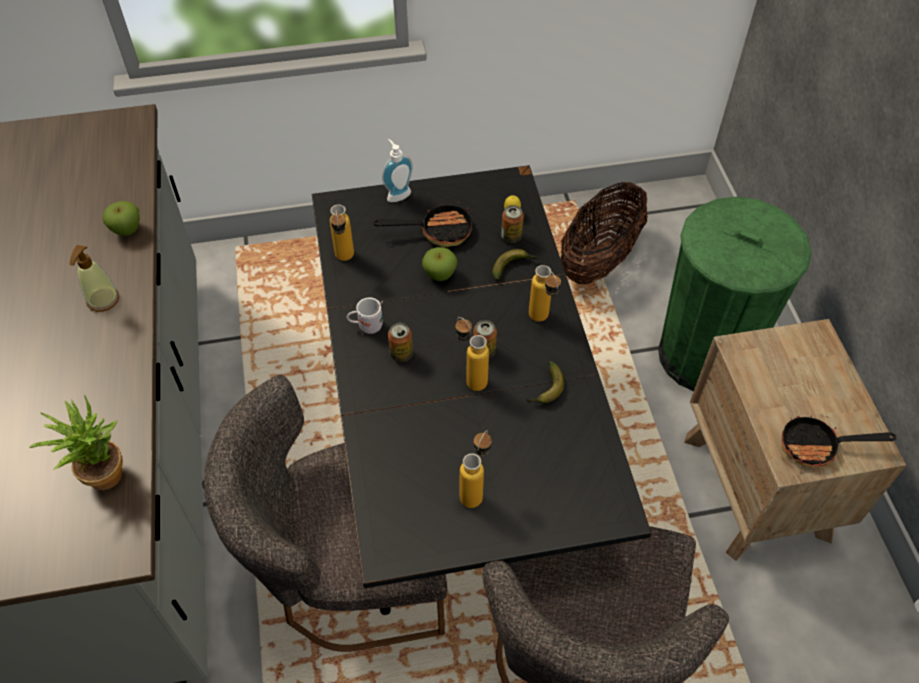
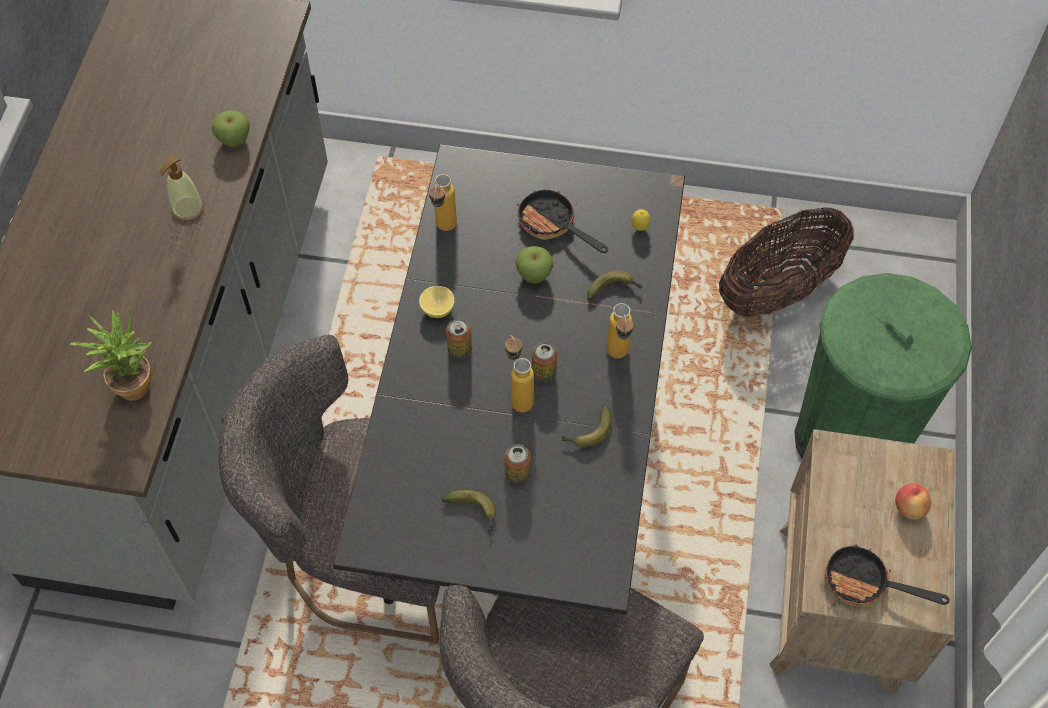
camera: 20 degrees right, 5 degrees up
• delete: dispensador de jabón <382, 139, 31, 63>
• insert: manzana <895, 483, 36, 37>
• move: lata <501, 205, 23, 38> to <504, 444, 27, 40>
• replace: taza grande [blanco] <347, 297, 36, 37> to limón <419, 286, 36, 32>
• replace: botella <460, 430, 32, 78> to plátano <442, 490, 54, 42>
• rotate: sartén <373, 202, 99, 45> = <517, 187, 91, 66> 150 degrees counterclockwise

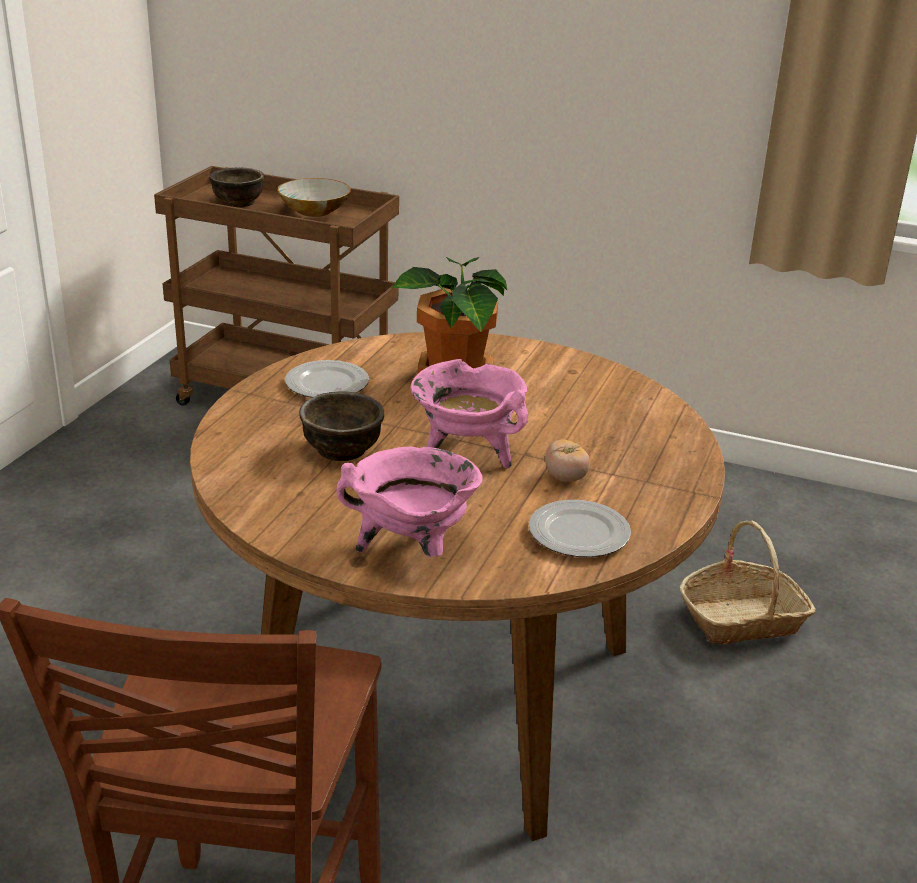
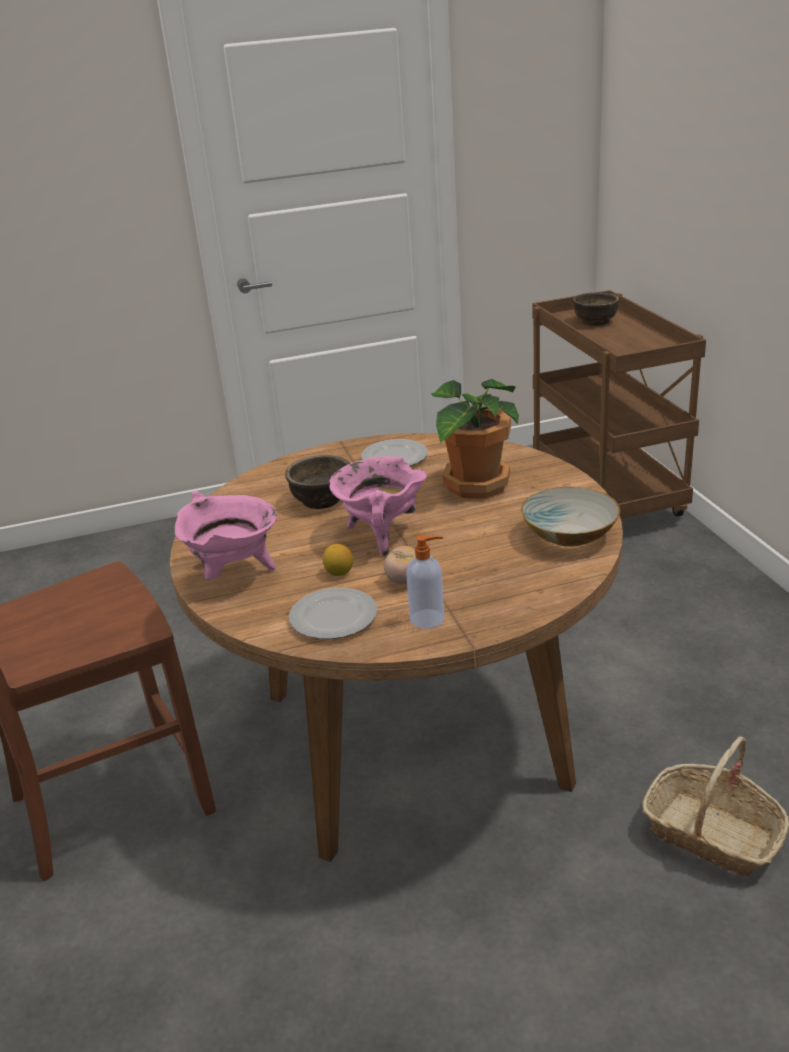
camera: 55 degrees right, 0 degrees up
• insert: limón <322, 544, 31, 32>
• insert: dispensador de jabón <406, 535, 38, 94>
• move: cuenco <277, 178, 74, 39> to <521, 487, 99, 60>

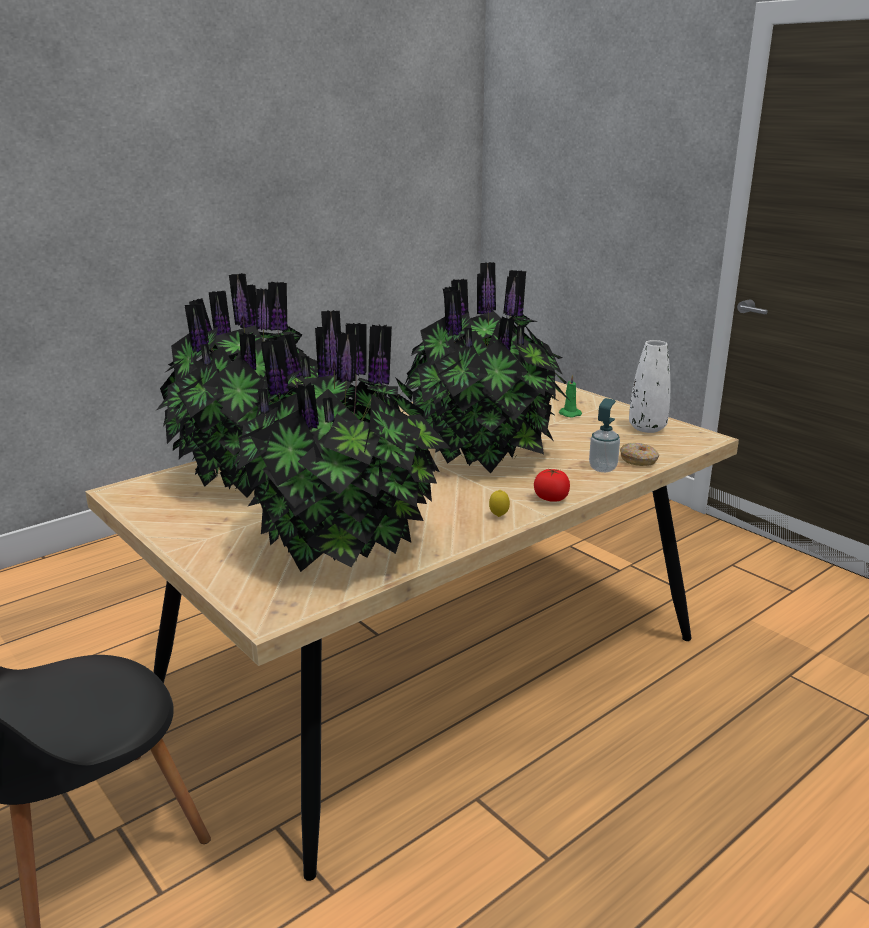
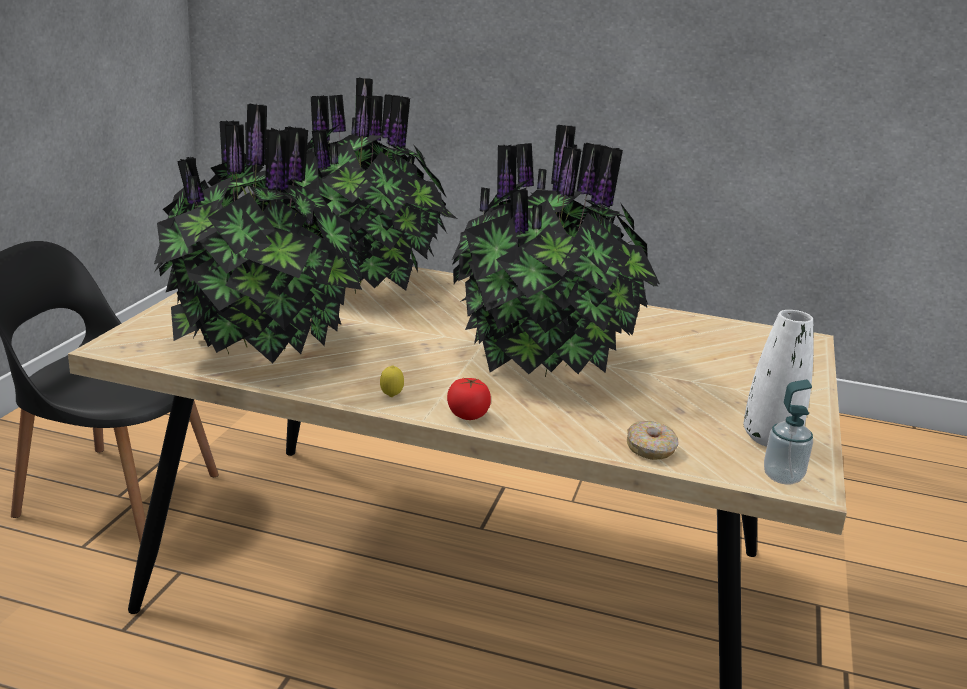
camera: 55 degrees right, 0 degrees up
• delete: vela [verde] <559, 374, 23, 43>
• move: dispensador de jabón <589, 398, 31, 74> to <764, 380, 49, 105>

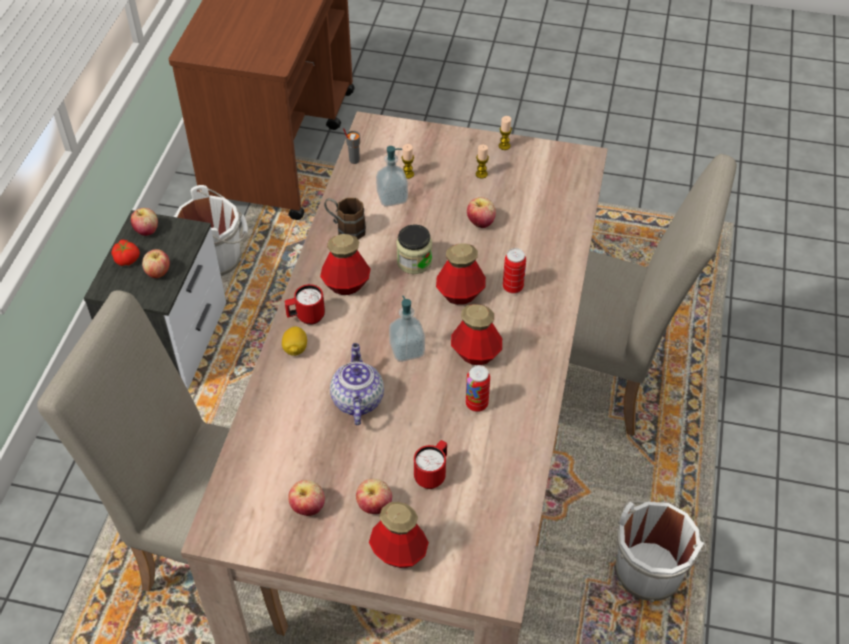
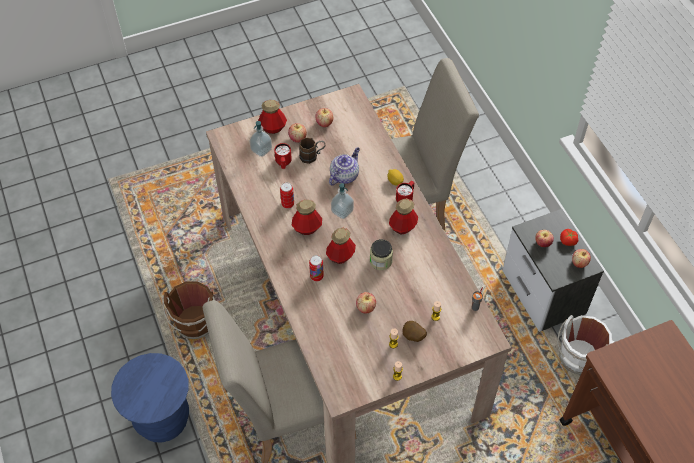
camera: 145 degrees right, 5 degrees up
• insert: taburete [azul] <111, 353, 78, 89>
• insert: patata <402, 321, 25, 21>
• move: taza grande [marrón] <324, 198, 42, 42> to <299, 137, 26, 27>
• move: dispensador de jabón <376, 146, 32, 61> to <250, 121, 22, 36>
• recolor: cubo [blanco] <615, 501, 92, 102> to cubo [marrón] <162, 281, 53, 58>
• rotate: tetera <330, 343, 54, 82> = <329, 148, 31, 37> 105 degrees counterclockwise

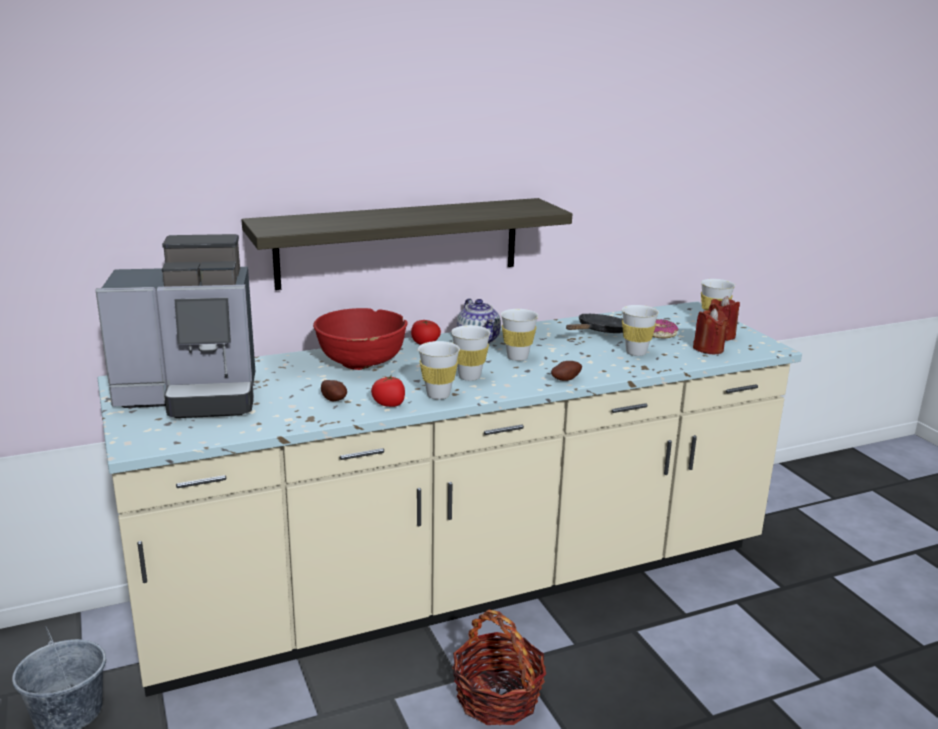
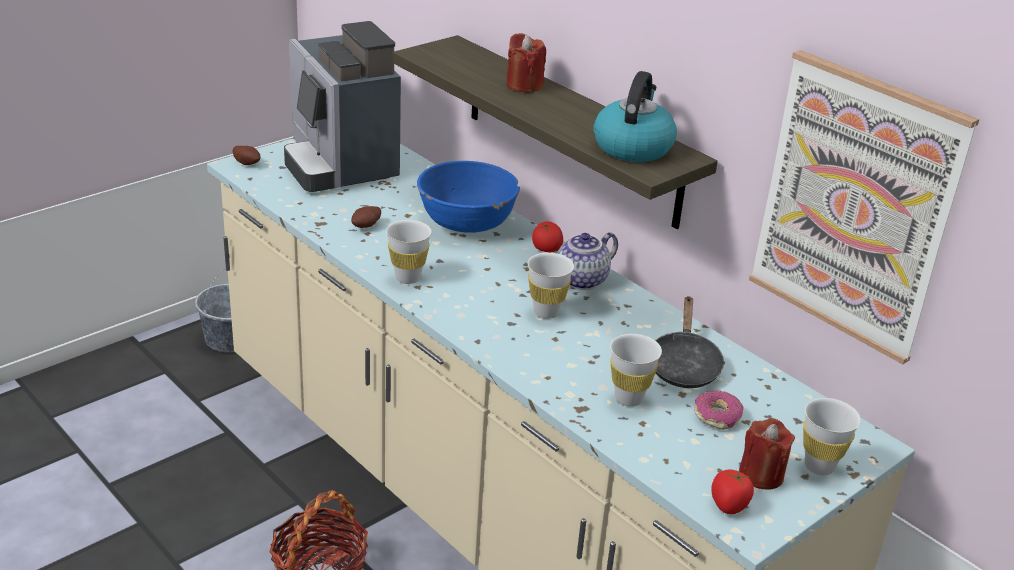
camera: 70 degrees right, 10 degrees up
• delete: taza [blanco] <451, 325, 40, 56>
• insert: hervidor <594, 71, 83, 91>
• insert: cuadro <749, 50, 230, 314>
• move: tomate <371, 375, 34, 32> to <711, 469, 43, 45>
• move: patata <551, 361, 31, 20> to <233, 146, 28, 19>
• move: vela [rojo] <693, 308, 36, 46> to <506, 33, 40, 60>
• recolor: cuenco [rojo] <313, 308, 95, 62> to cuenco [azul] <417, 161, 103, 72>
• rotate: sartén [negro] <566, 314, 57, 19> = <655, 296, 70, 92> 75 degrees clockwise

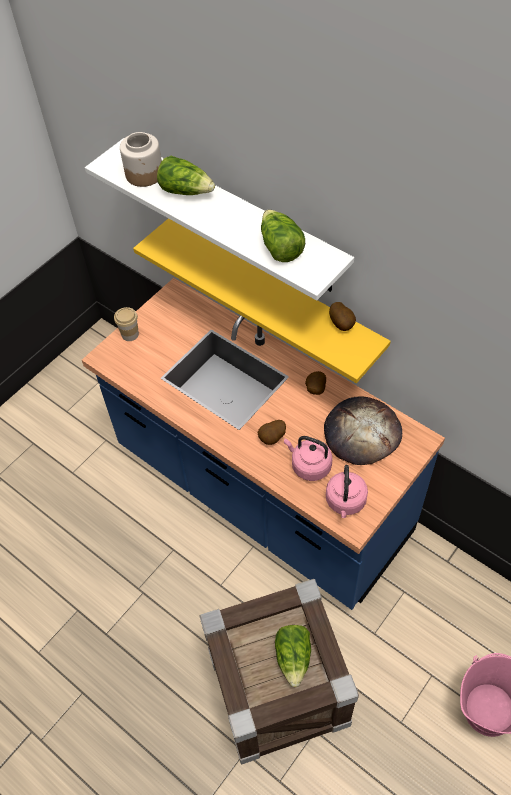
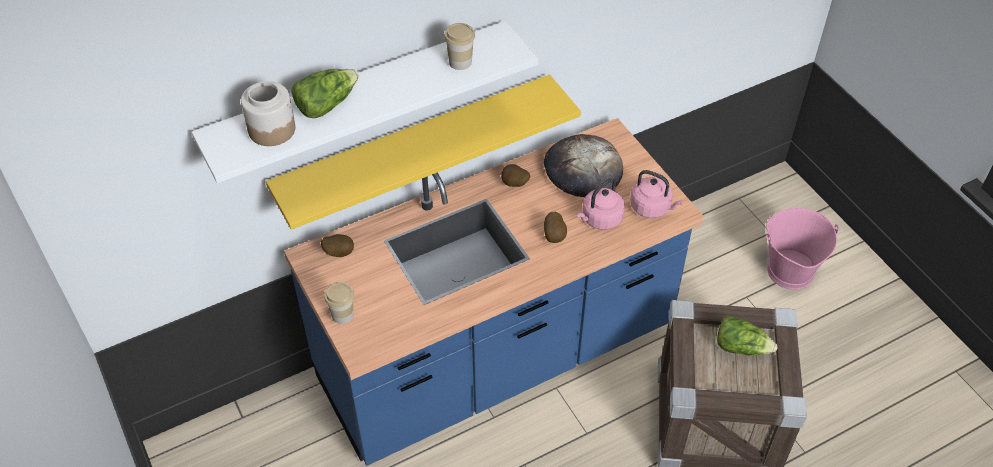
camera: 70 degrees left, 5 degrees down
• move: patata <329, 302, 27, 29> to <321, 234, 33, 23>
• replace: lechuga <261, 209, 44, 53> to taza <444, 23, 31, 47>

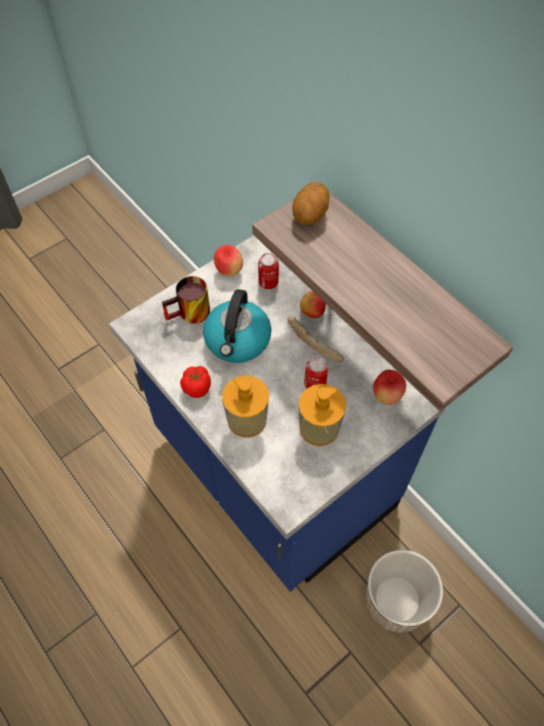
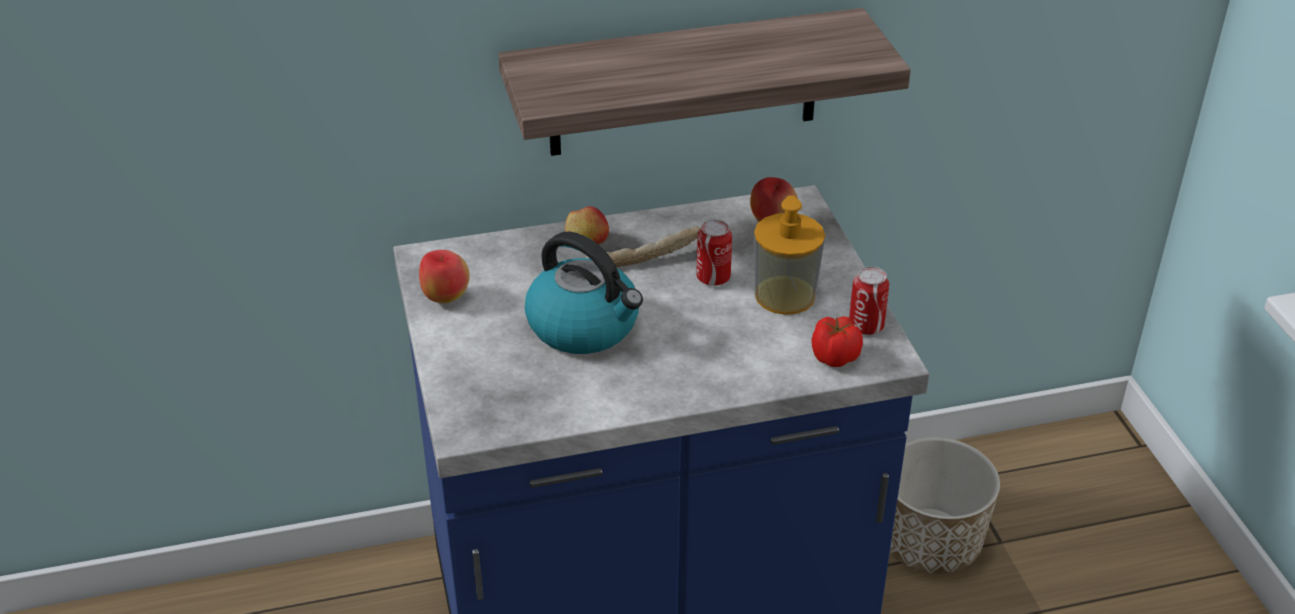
camera: 65 degrees left, 20 degrees down
• delete: taza grande <162, 276, 48, 48>
• delete: dispensador de jabón <222, 376, 47, 62>
• delete: patata <293, 182, 37, 43>
• move: tomate <180, 366, 31, 32> to <812, 316, 51, 51>
• move: lata <258, 253, 21, 36> to <849, 266, 40, 69>

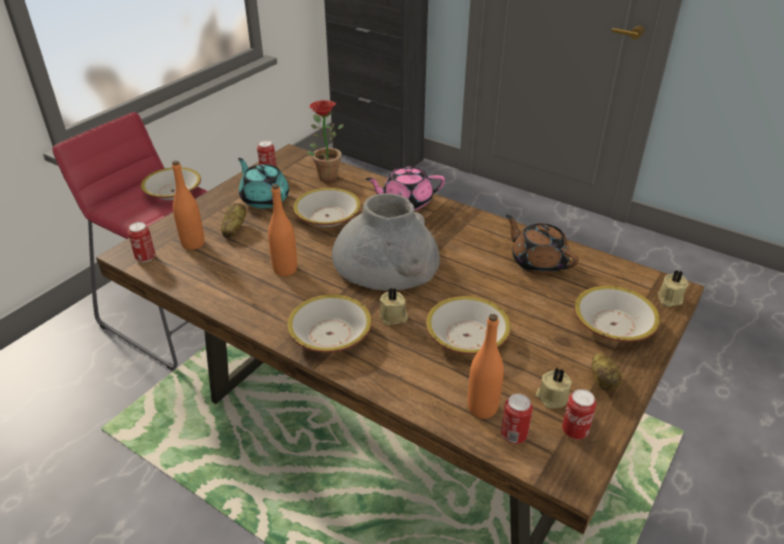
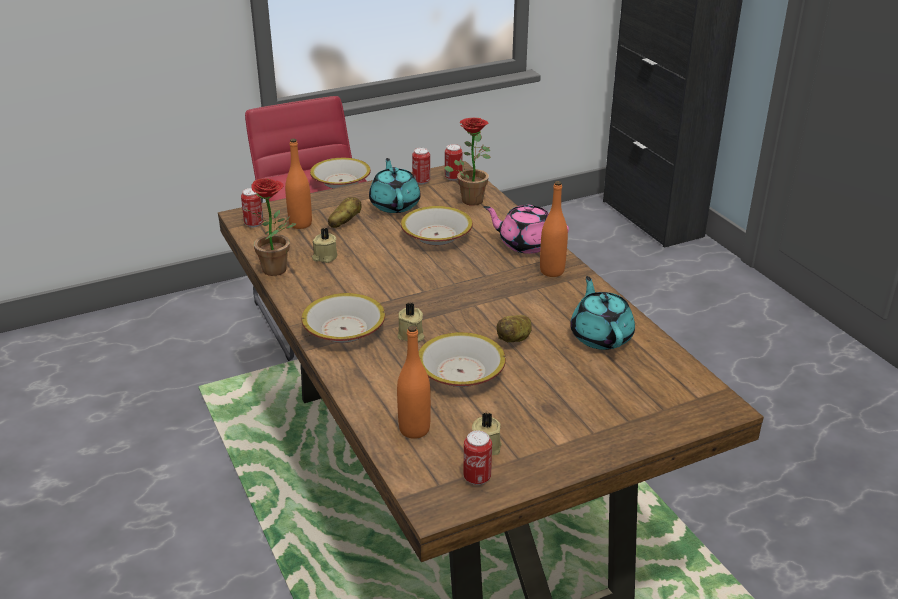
camera: 30 degrees right, 5 degrees down
• delete: florero [gris] <332, 194, 108, 97>
• delete: cuenco <574, 286, 86, 56>
• insert: planta en maceta <245, 178, 51, 98>
• move: botella [naranja] <268, 184, 29, 92> to <540, 181, 28, 96>
• move: lata <501, 394, 32, 50> to <445, 144, 18, 37>
• move: patata <591, 353, 31, 37> to <497, 315, 35, 27>
• move: vela [beis] <658, 270, 31, 37> to <312, 228, 25, 35>
• recolor: tetera [marrón] <506, 215, 73, 60> to tetera [turquesa] <570, 276, 65, 74>

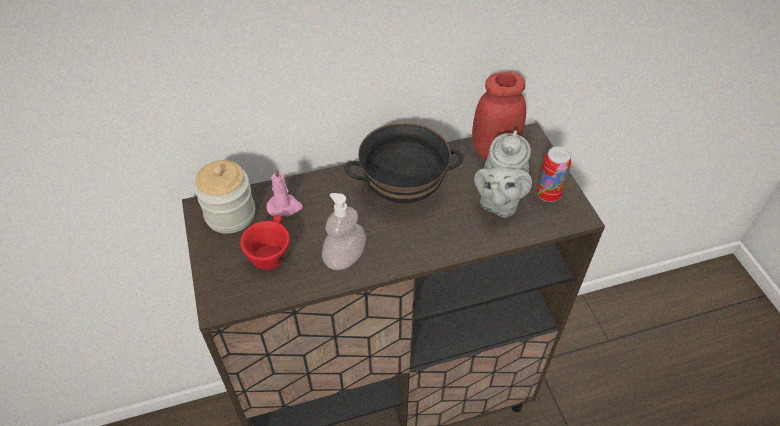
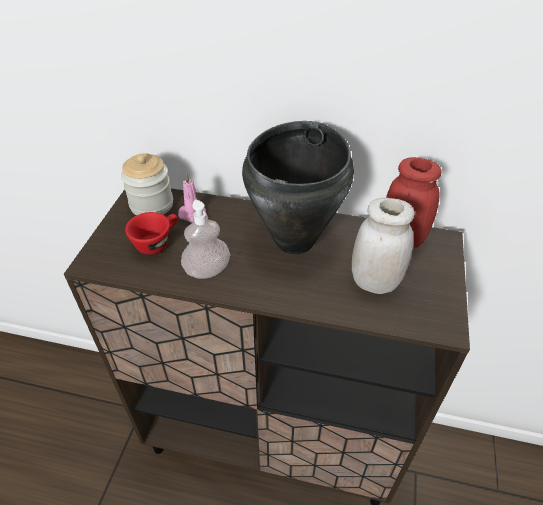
camera: 30 degrees right, 5 degrees down
• delete: lata <536, 146, 35, 56>
• replace: cuenco [negro] <344, 122, 119, 82> to olla [negro] <242, 121, 112, 133>
• replace: tetera [gris] <474, 130, 58, 88> to tarro [blanco] <352, 197, 63, 97>

